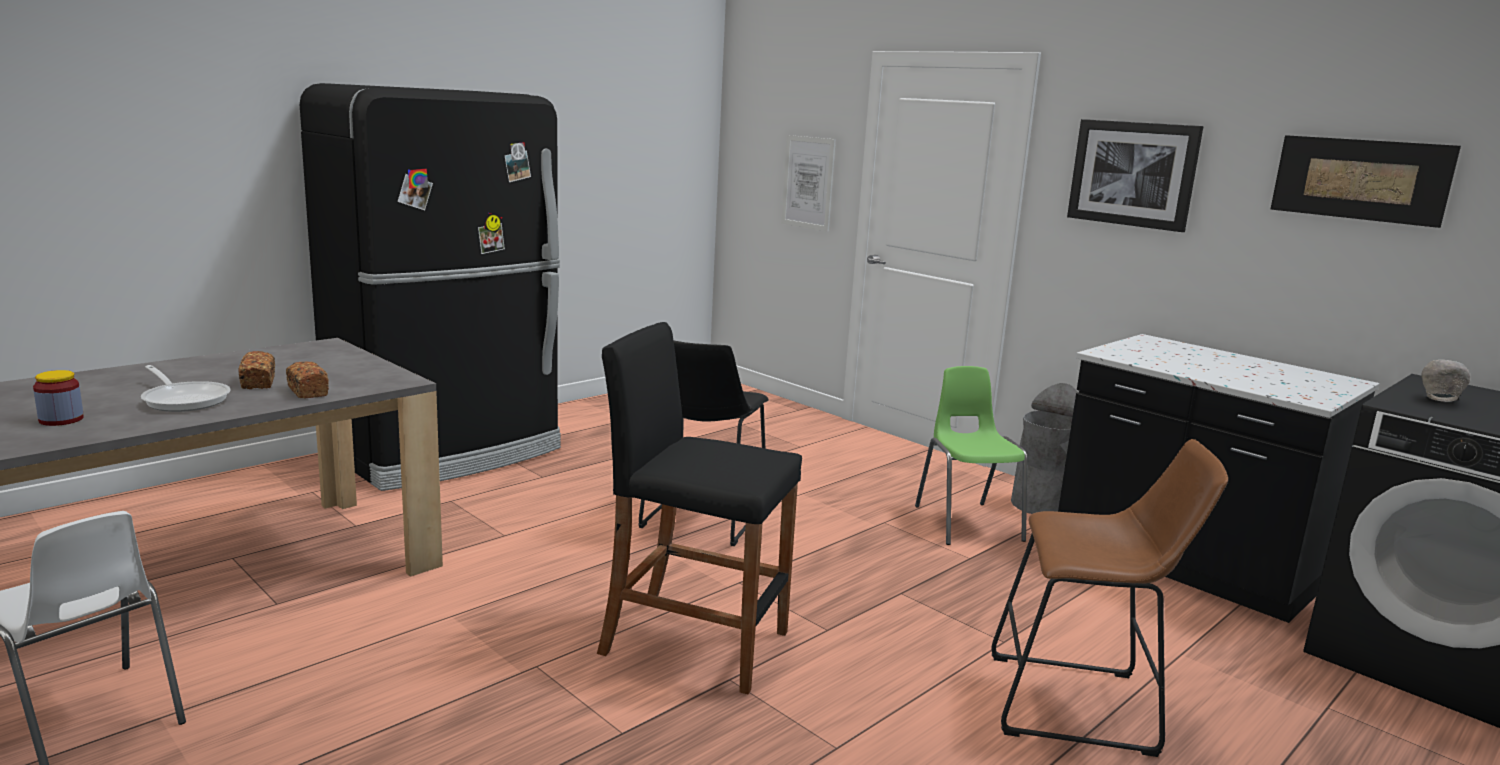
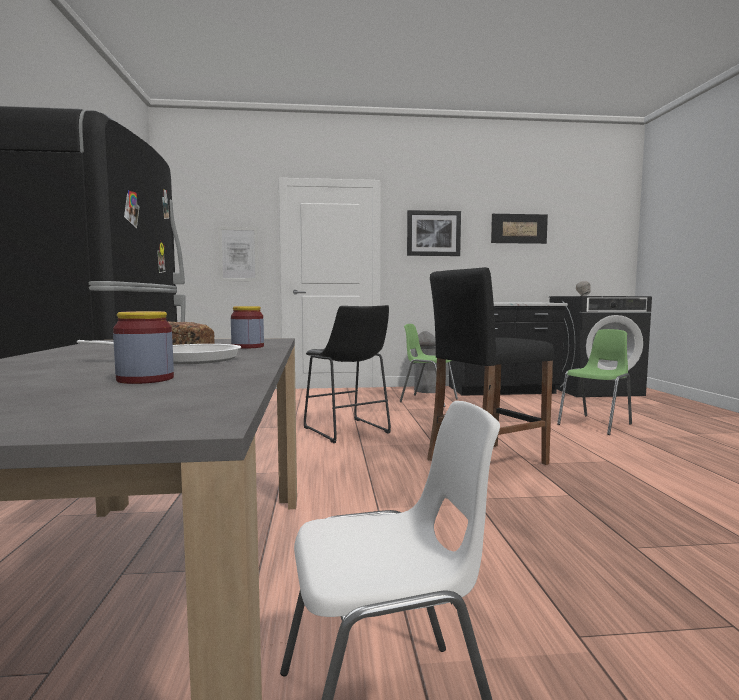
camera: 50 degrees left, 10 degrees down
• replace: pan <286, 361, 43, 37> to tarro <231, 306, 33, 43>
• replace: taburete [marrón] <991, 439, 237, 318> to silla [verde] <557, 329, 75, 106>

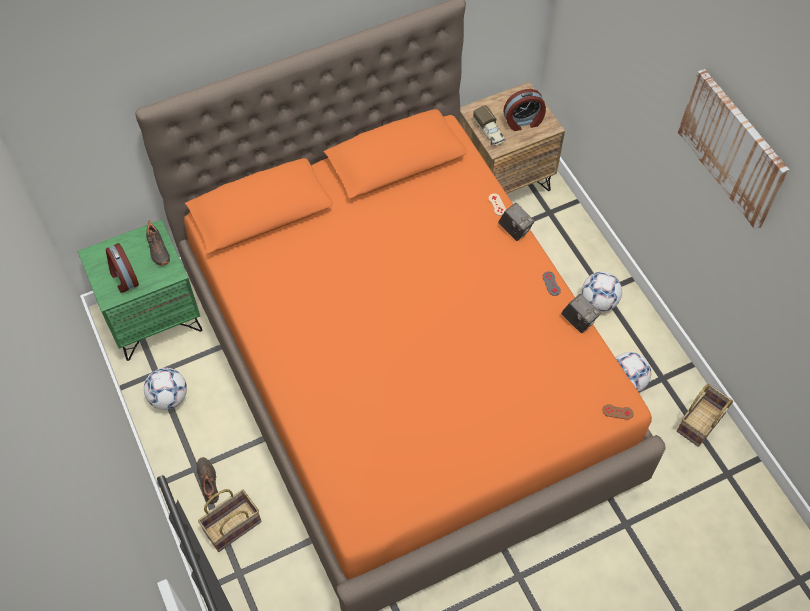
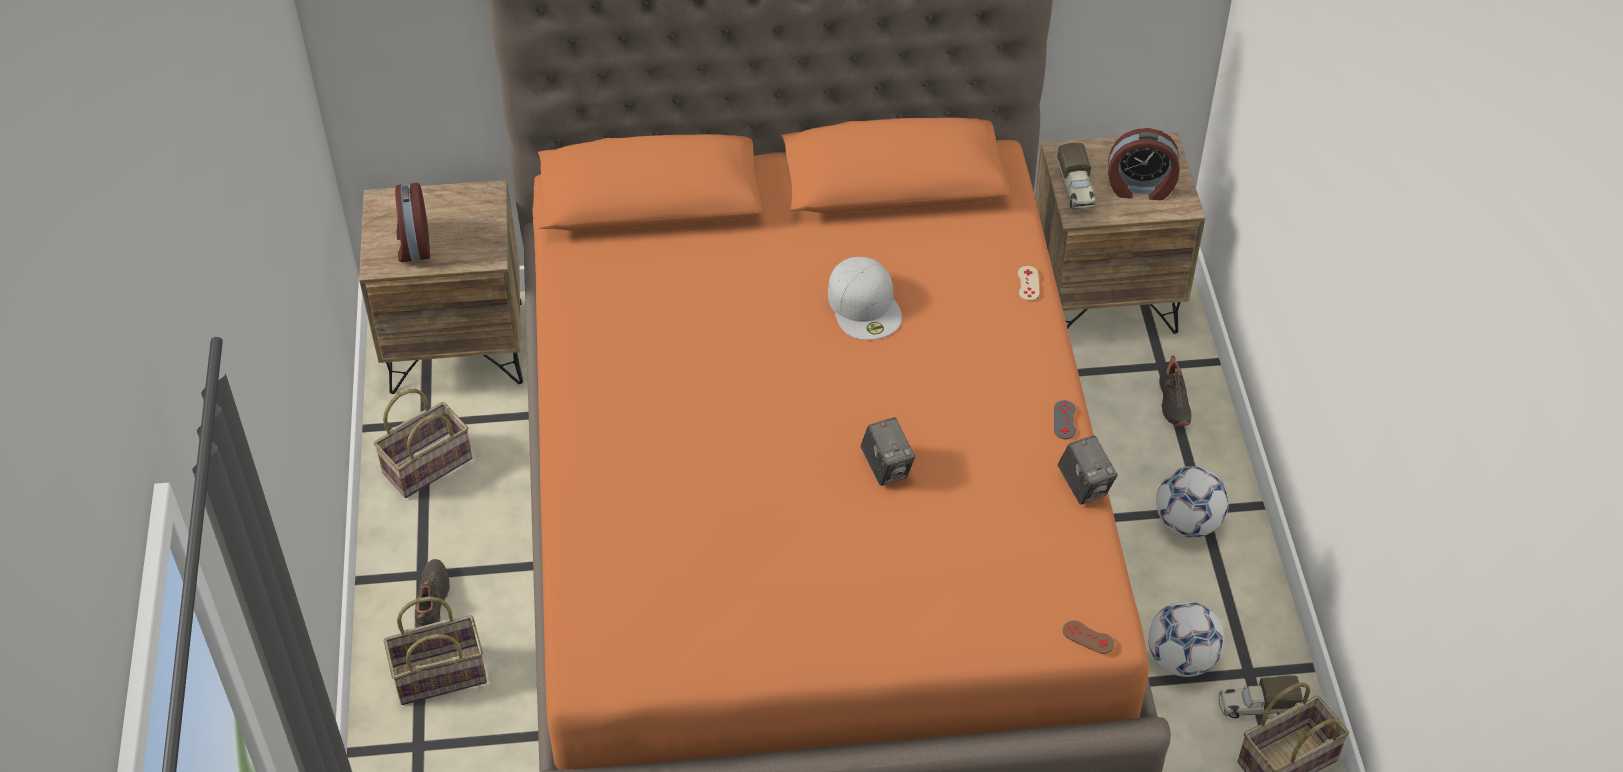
camera: 20 degrees right, 10 degrees down
• delete: cuadro <678, 69, 111, 161>
• insert: gorra [blanco] <828, 257, 74, 83>
• insert: camión de juguete <1218, 675, 85, 43>
• move: zapato [negro] <146, 221, 24, 45> to <1159, 356, 32, 70>
• move: cámara <498, 203, 36, 38> to <860, 417, 55, 69>
• replace: balón de fútbol <144, 368, 43, 42> to cesta <374, 389, 99, 109>
• recolor: mesita de noche [verde] <77, 219, 126, 142> to mesita de noche [marrón] <359, 180, 164, 214>

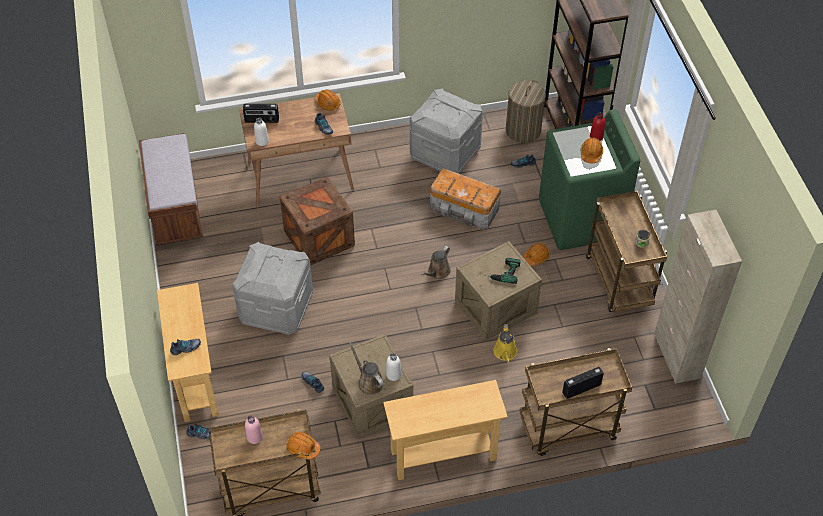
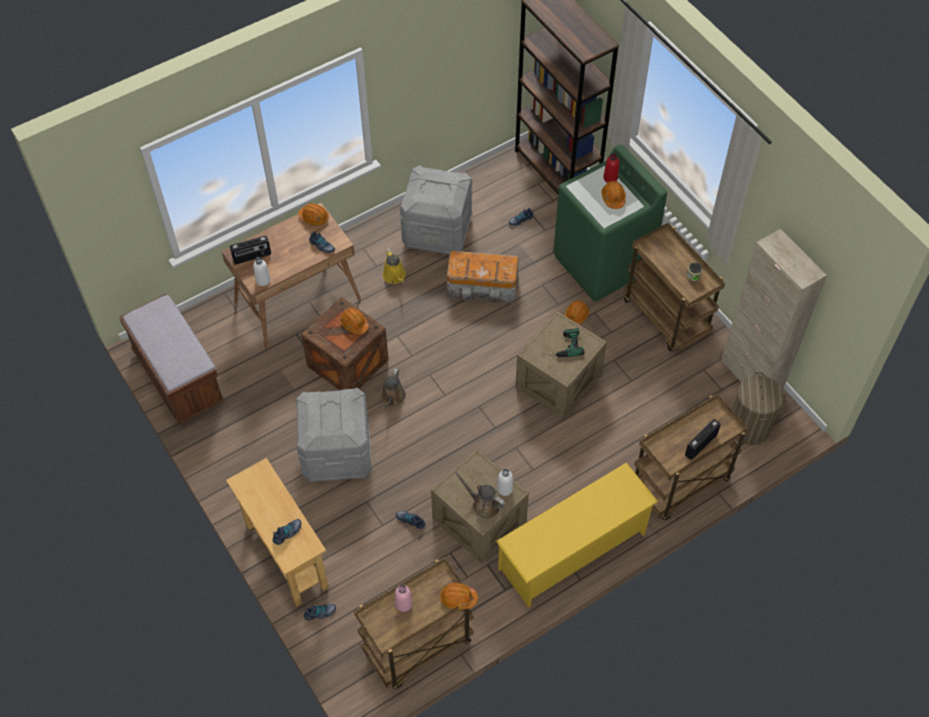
camera: 20 degrees left, 5 degrees up
• insert: casco [naranja] <340, 308, 29, 27>
• move: regadera [marrón] <421, 246, 30, 33> to <381, 368, 25, 42>
• move: regadera [amarillo] <493, 324, 24, 39> to <383, 248, 23, 36>
• move: cesto de la ropa <506, 80, 40, 63> to <732, 372, 52, 73>
• replace: mesa consola [beis] <383, 380, 125, 100> to zapatero [amarillo] <496, 462, 162, 146>

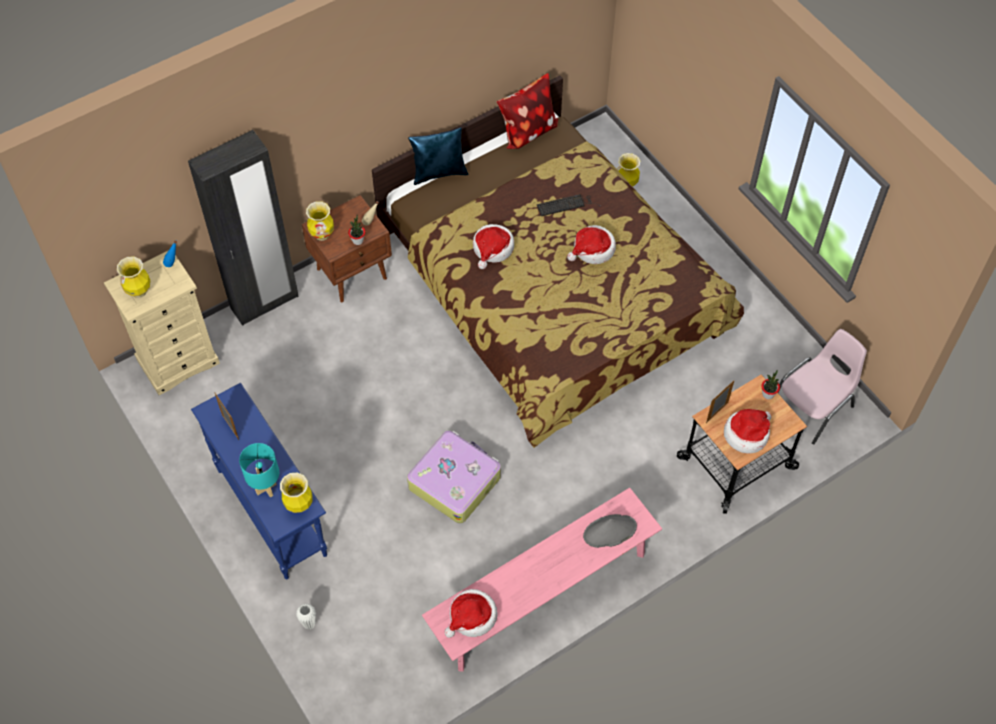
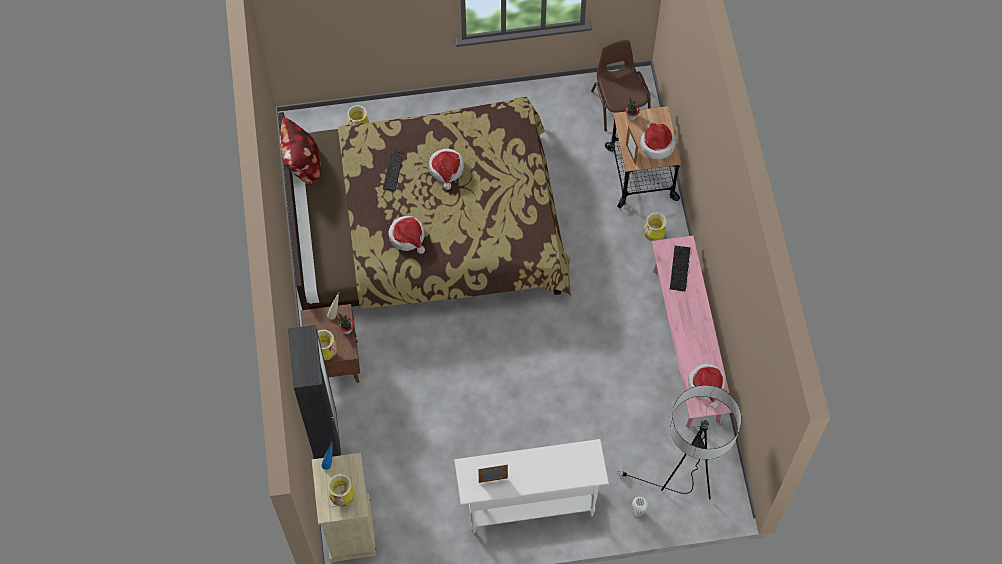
camera: 65 degrees left, 5 degrees up
• delete: lámpara de mesa [turquesa] <239, 443, 40, 55>
• delete: maleta <407, 431, 94, 92>
• delete: cojín [azul] <408, 127, 61, 58>
• insert: lámpara de pie <616, 385, 126, 114>
• move: florero <280, 472, 33, 41> to <644, 212, 23, 29>
• replace: sombrero [gris] <583, 514, 54, 34> to teclado <670, 246, 20, 45>
• recolor: mesa consola [azul] <191, 383, 136, 196> to mesa consola [blanco] <454, 439, 155, 94>
• recolor: silla [rosa] <779, 329, 88, 116> to silla [marrón] <591, 40, 60, 91>

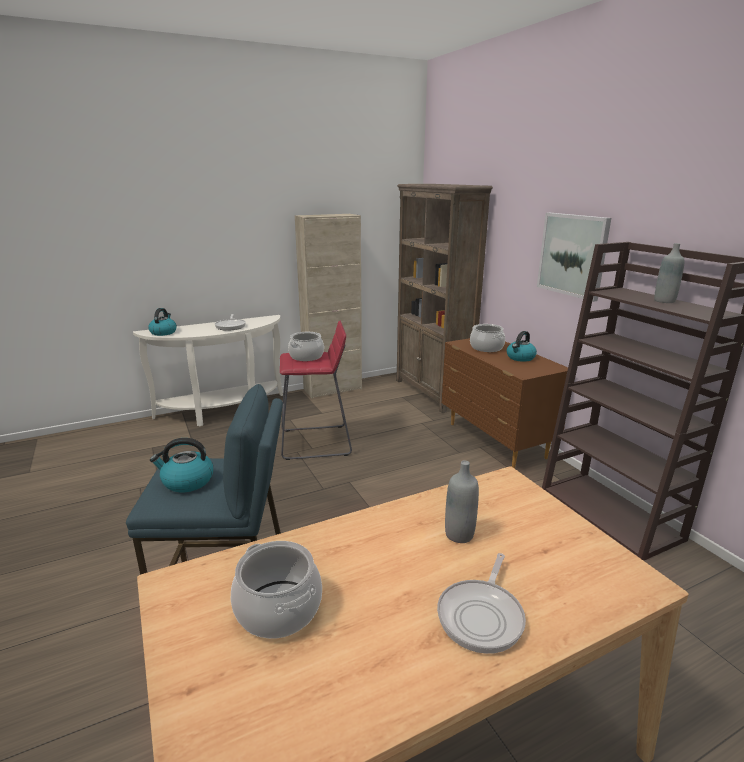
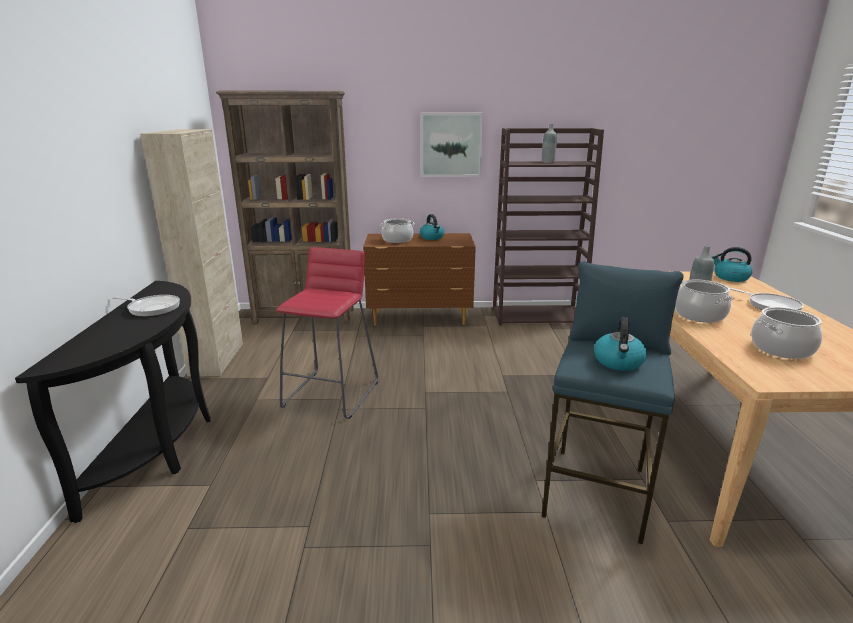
camera: 65 degrees left, 0 degrees up
• move: hervidor <148, 308, 29, 28> to <712, 247, 41, 35>
• move: olla <288, 332, 36, 29> to <675, 279, 58, 44>
• recolor: mesa consola [blanco] <133, 315, 150, 111> to mesa consola [negro] <15, 281, 196, 242>

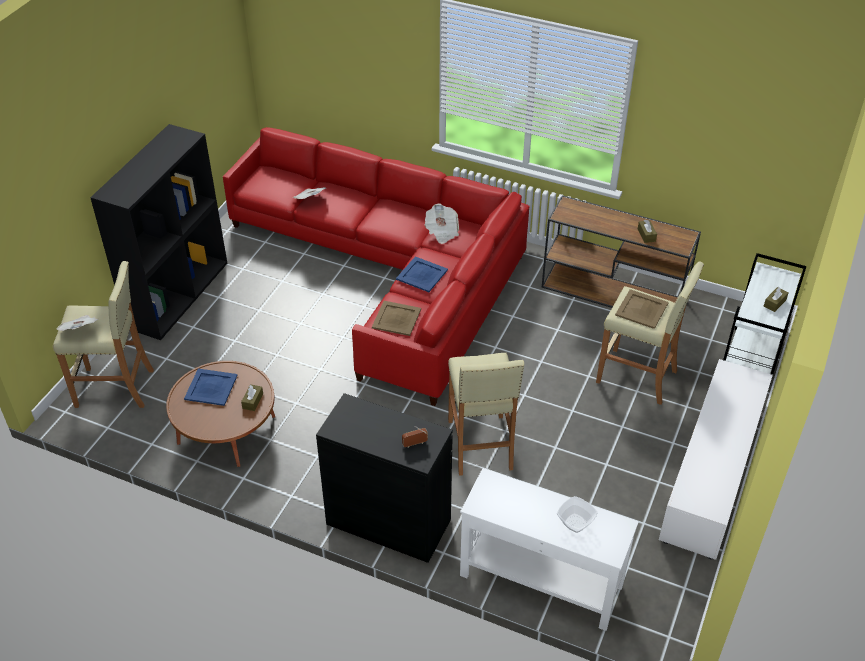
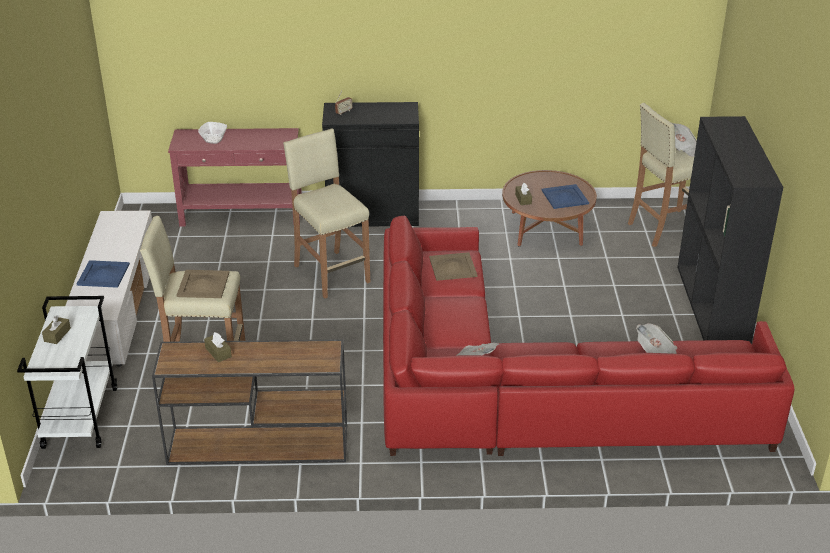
camera: 155 degrees right, 10 degrees down
• move: bandeja [azul] <396, 256, 52, 36> to <77, 260, 53, 28>
• recolor: mesa consola [blanco] <460, 468, 179, 163> to mesa consola [rojo] <168, 128, 134, 98>

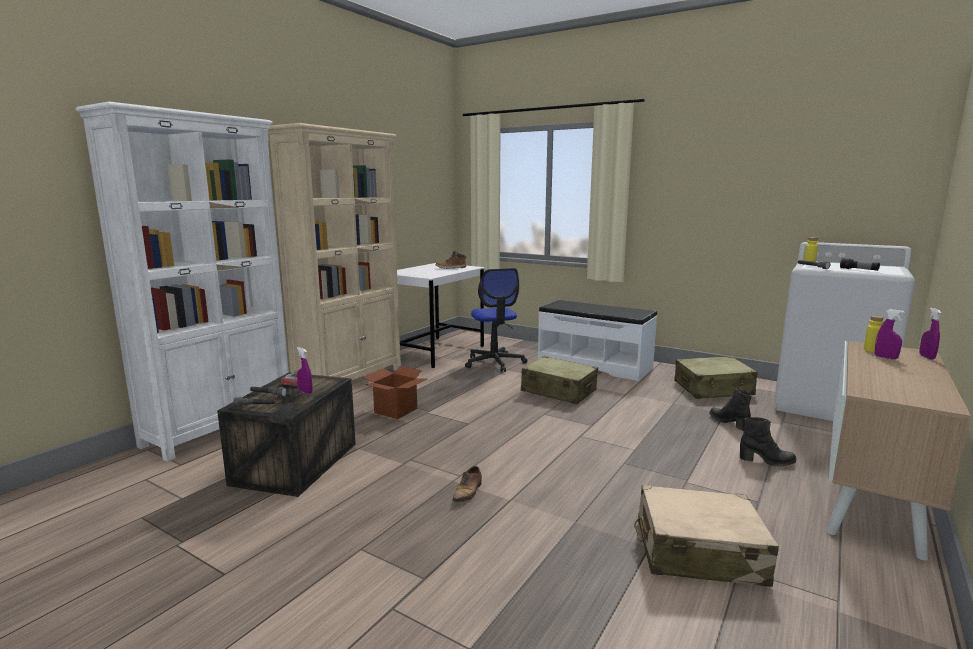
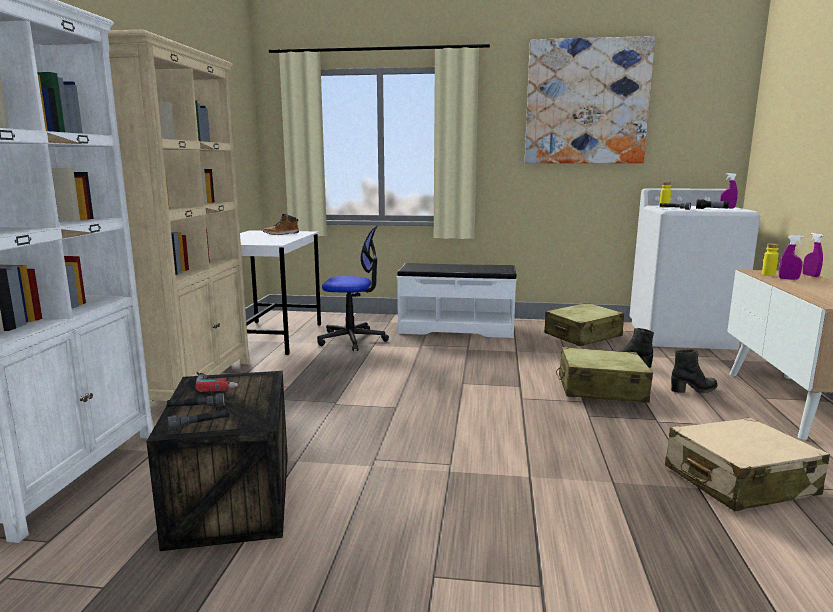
camera: 25 degrees left, 0 degrees up
• delete: caja de cartón <362, 366, 65, 53>
• delete: zapato <452, 466, 30, 37>
• insert: cuadro <525, 36, 130, 127>
• move: pulverizador [morado] <297, 347, 16, 47> to <720, 173, 18, 35>
• move: maleta [beis] <521, 356, 77, 48> to <556, 347, 97, 56>
• rotate: silla de oficina <465, 268, 62, 104> = <317, 225, 72, 126> 45 degrees counterclockwise

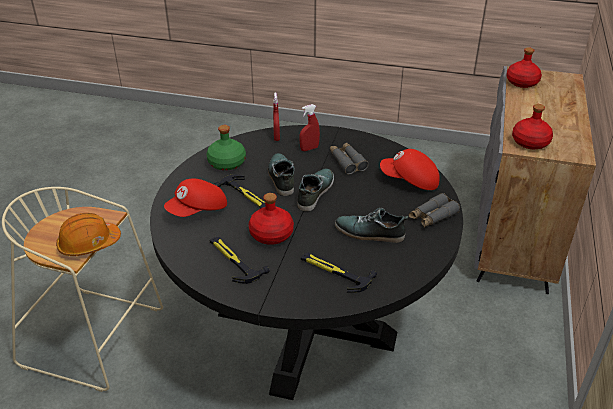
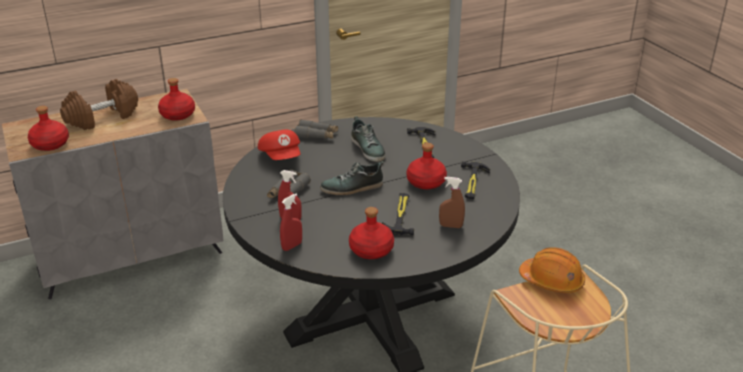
camera: 130 degrees left, 5 degrees down
• delete: zapato <268, 153, 27, 43>
• insert: mancuerna [marrón] <60, 79, 78, 51>
• replace: gorra [rojo] <164, 179, 63, 38> to pulverizador [marrón] <439, 177, 26, 51>
• recolor: botella [verde] <206, 125, 40, 45> to botella [rojo] <349, 207, 45, 52>

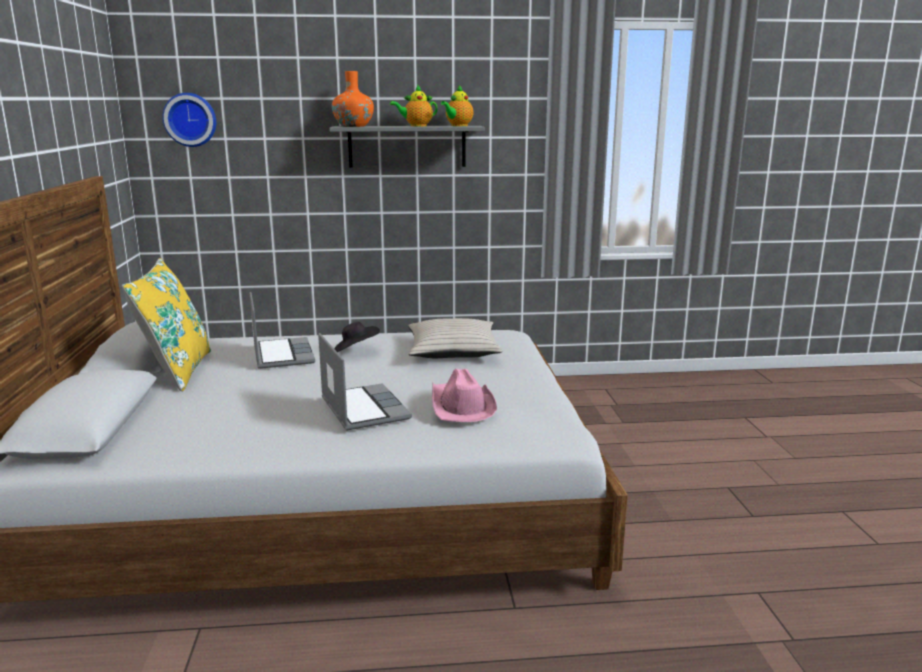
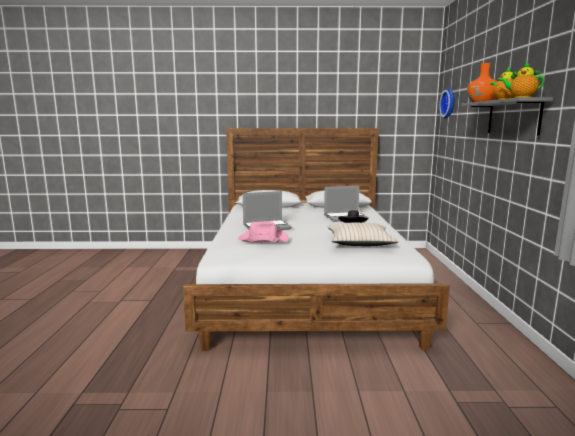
camera: 95 degrees right, 5 degrees down
• delete: cojín [amarillo] <122, 258, 89, 134>

